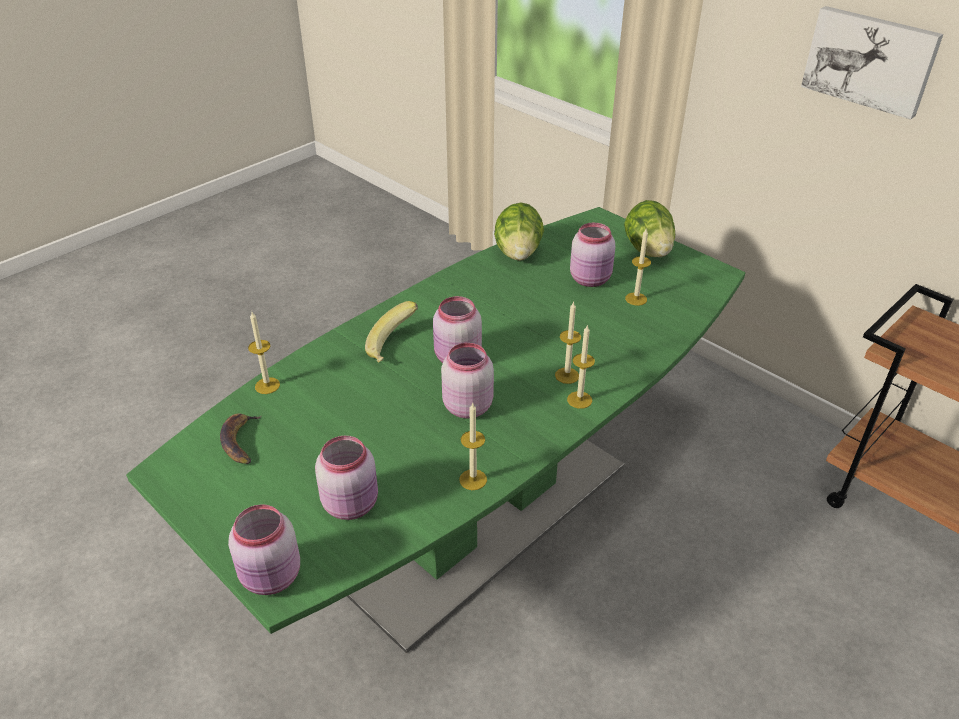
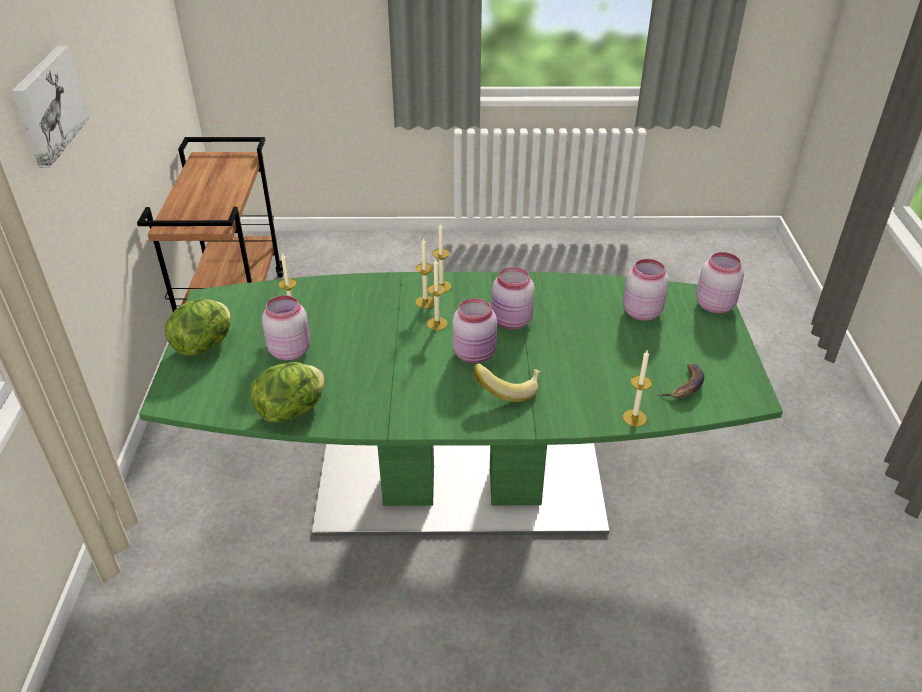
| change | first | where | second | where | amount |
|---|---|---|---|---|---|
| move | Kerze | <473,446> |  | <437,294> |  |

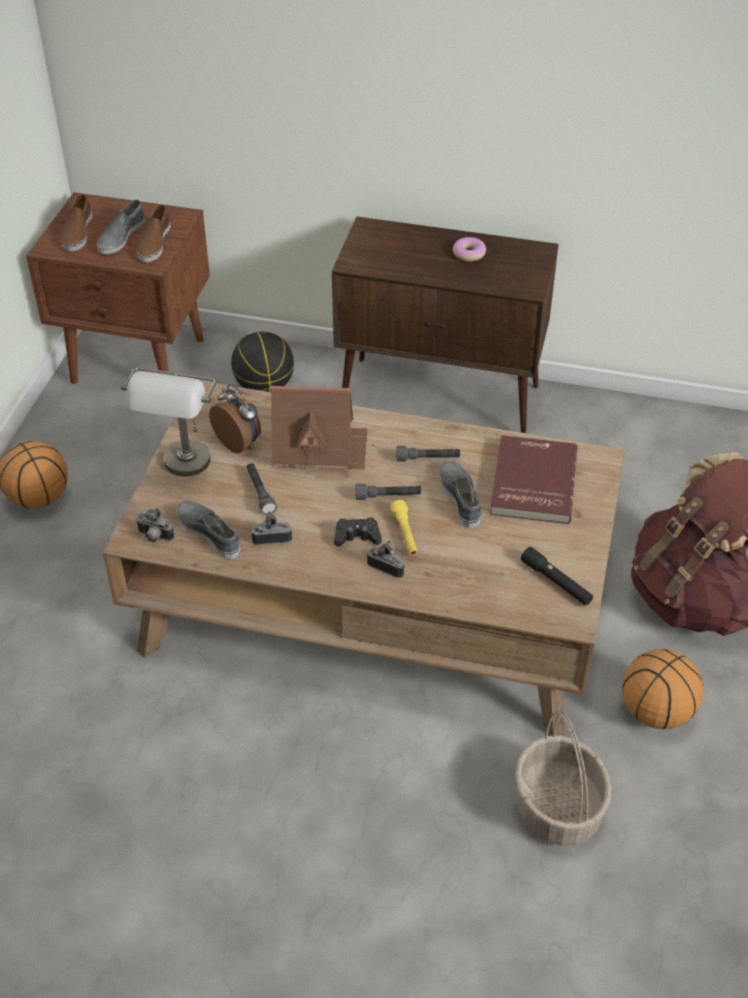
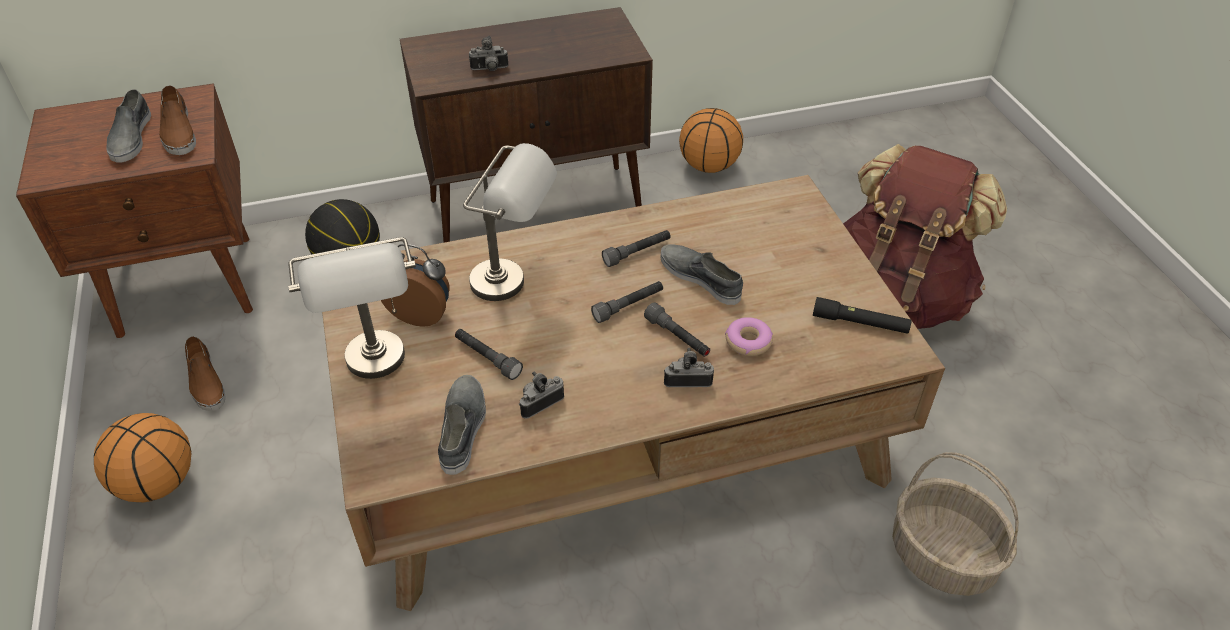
| change | first | where | second | where | amount |
|---|---|---|---|---|---|
| delete | Gamepad (schwarz) | <358,532> |  |  |  |
| delete | Buch (rot) | <534,479> |  |  |  |
| move | Schuh (braun) | <76,222> |  | <205,373> |  |
| move | Kamera | <155,525> |  | <488,53> |  |
| move | Donut | <469,249> |  | <749,336> |  |
| move | Basketball | <662,689> |  | <711,140> |  |
| replace | Spielzeughaus | <318,428> | Tischlampe (grau) | <510,222> |  |
| recolor | Taschenlampe (gelb) | <404,528> | Taschenlampe (grau) | <677,329> |  |
| rotate | Schuh (grau) | <208,530> |  | <462,425> | 75 degrees clockwise |

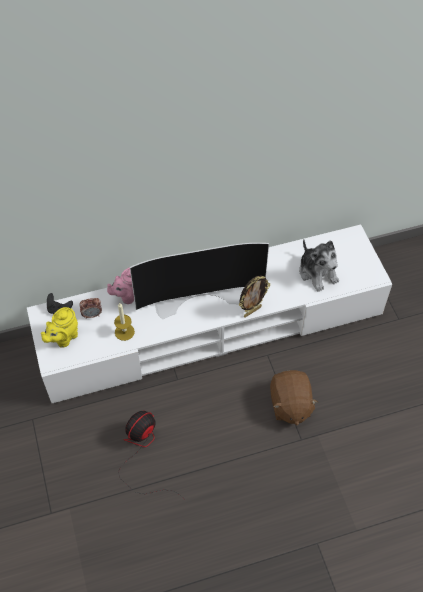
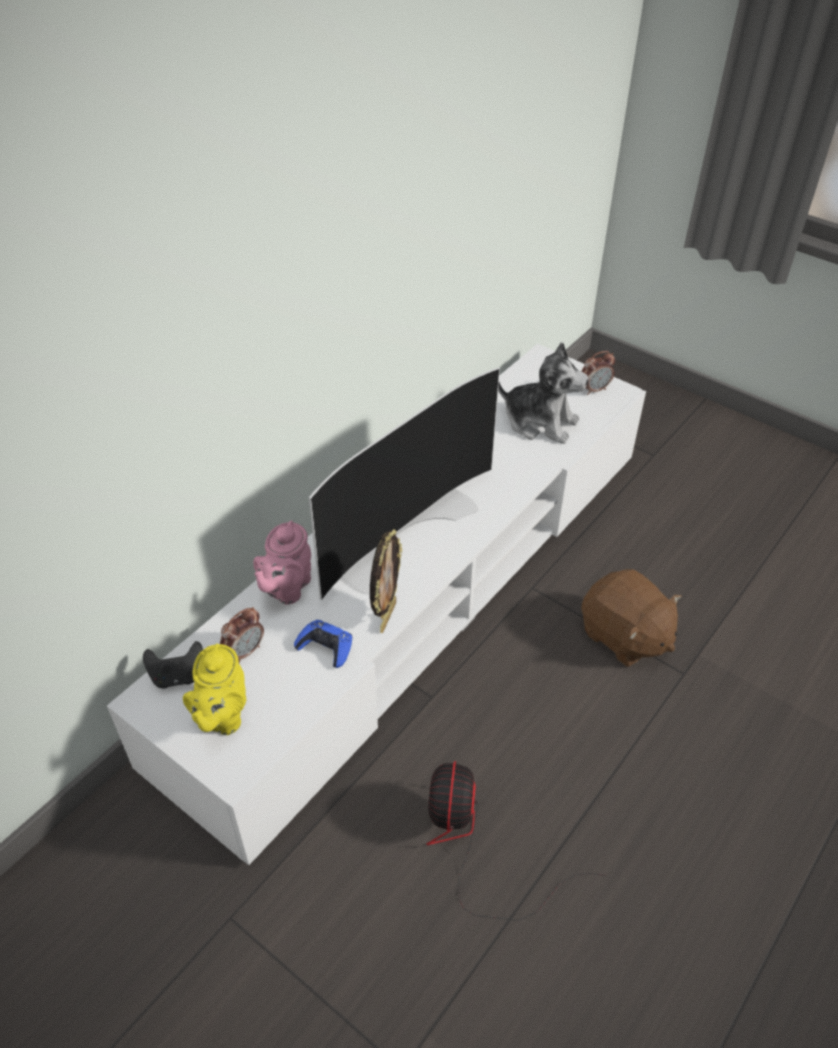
| change | first | where | second | where | amount |
|---|---|---|---|---|---|
| insert |  |  | Wecker | <598,373> |  |
| move | Bilderrahmen | <254,297> |  | <386,581> |  |
| replace | Kerze | <124,321> | Gamepad (blau) | <323,644> |  |

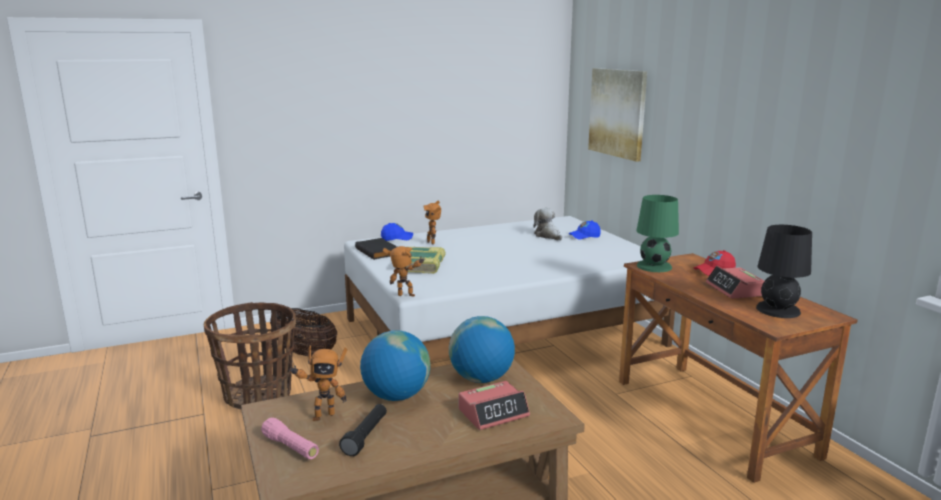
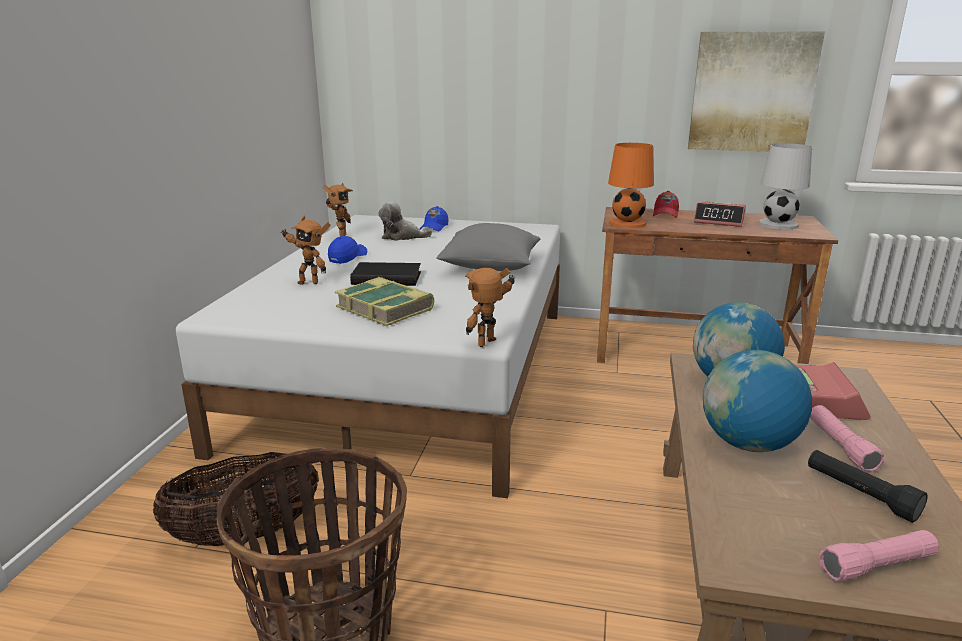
| change | first | where | second | where | amount |
|---|---|---|---|---|---|
| insert |  |  | Kissen (grau) | <488,247> |  |
| insert |  |  | Taschenlampe (rosa) | <847,438> |  |
| move | Spielzeugroboter | <318,383> |  | <338,209> |  |
| move | Buch (schwarz) | <376,249> |  | <385,274> |  |
| move | Kappe (blau) | <397,232> |  | <348,250> |  |
| move | Bild | <617,115> |  | <756,91> |  |
| recolor | Tischlampe (grün) | <657,233> | Tischlampe (orange) | <631,185> |  |
| recolor | Tischlampe (schwarz) | <784,271> | Tischlampe (weiß) | <785,186> |  |

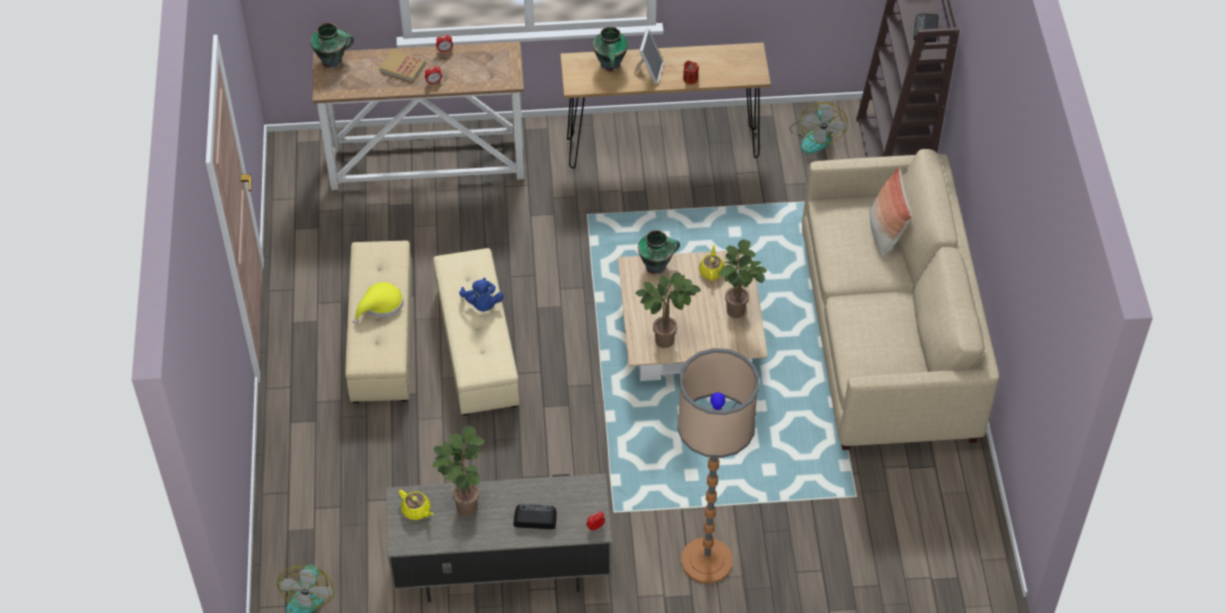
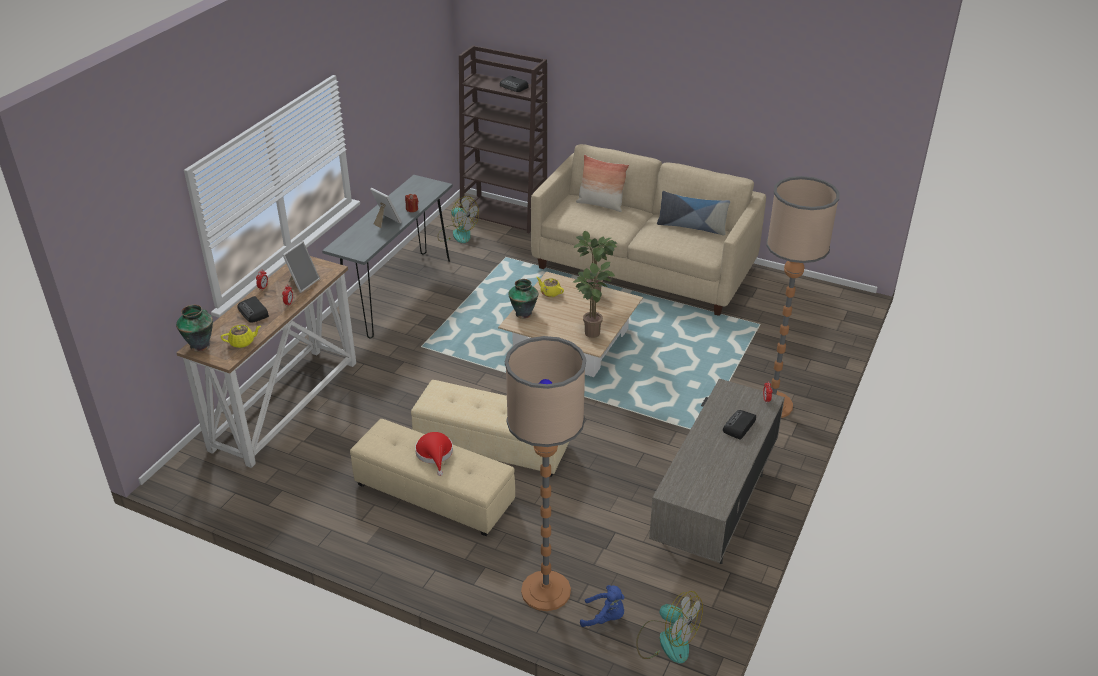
| change | first | where | second | where | amount |
|---|---|---|---|---|---|
| delete | Topfpflanze | <458,470> |  |  |  |
| delete | Vase | <610,49> |  |  |  |
| insert |  |  | Bilderrahmen | <301,267> |  |
| insert |  |  | Stehlampe | <545,473> |  |
| insert |  |  | Kissen | <693,213> |  |
| move | Teekanne (gelb) | <416,505> |  | <241,336> |  |
| move | Plüschtier (blau) | <481,295> |  | <602,606> |  |
| replace | Buch | <402,66> | Radio | <253,309> |  |
| recolor | Hut (gelb) | <378,303> | Hut (rot) | <434,454> |  |
| recolor | Konsolentisch (braun) | <665,106> | Konsolentisch (grau) | <387,256> |  |

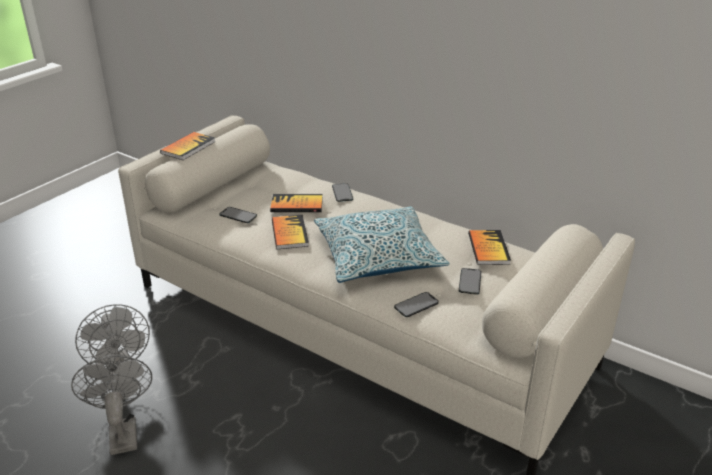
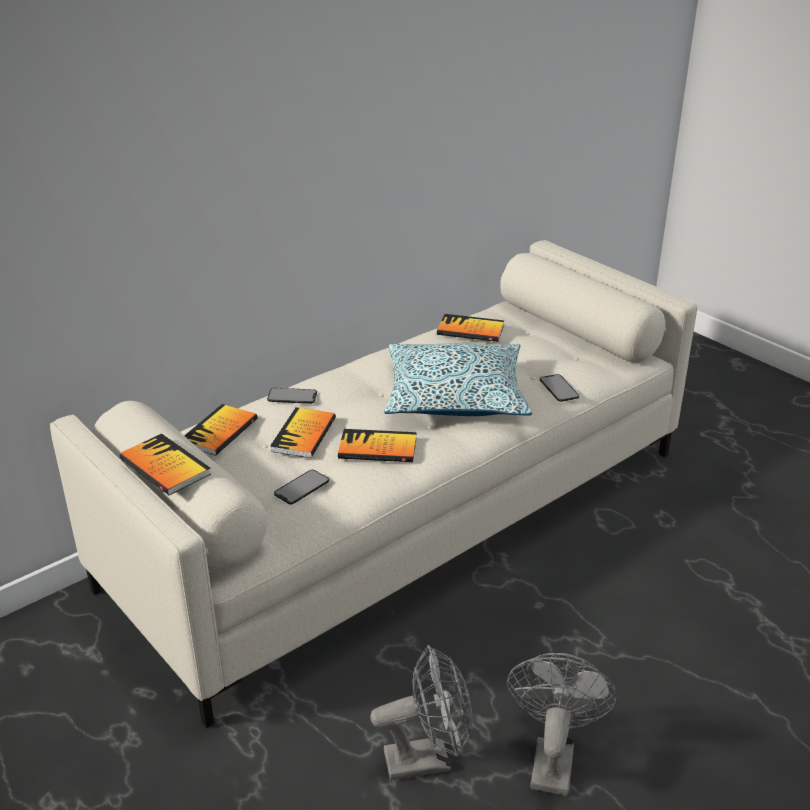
| change | first | where | second | where | amount |
|---|---|---|---|---|---|
| delete | Handy | <470,281> |  |  |  |
| insert |  |  | Buch | <220,430> |  |
| rotate | Ventilator (grau) | <111,405> |  | <562,724> | 105 degrees clockwise |

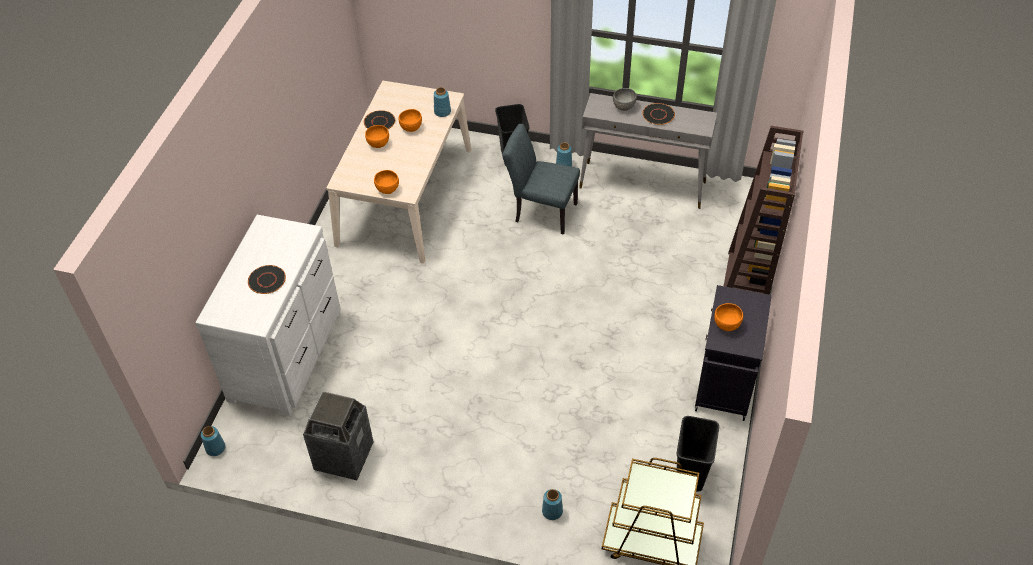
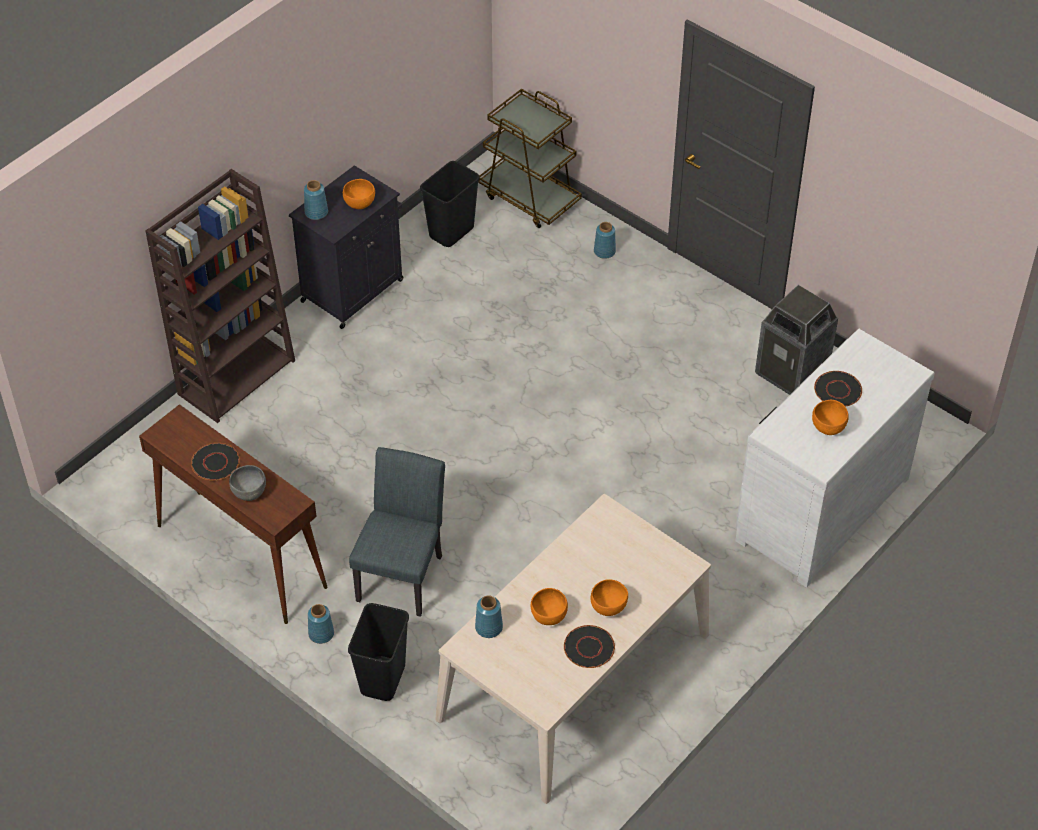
| change | first | where | second | where | amount |
|---|---|---|---|---|---|
| move | Vase (blau) | <213,441> |  | <316,200> |  |
| move | Schüssel (orange) | <386,182> |  | <830,417> |  |
| recolor | Konsolentisch (grau) | <648,151> | Konsolentisch (braun) | <233,514> |  |
| rotate | Stuhl (grau) | <541,179> |  | <397,532> | 120 degrees counterclockwise |

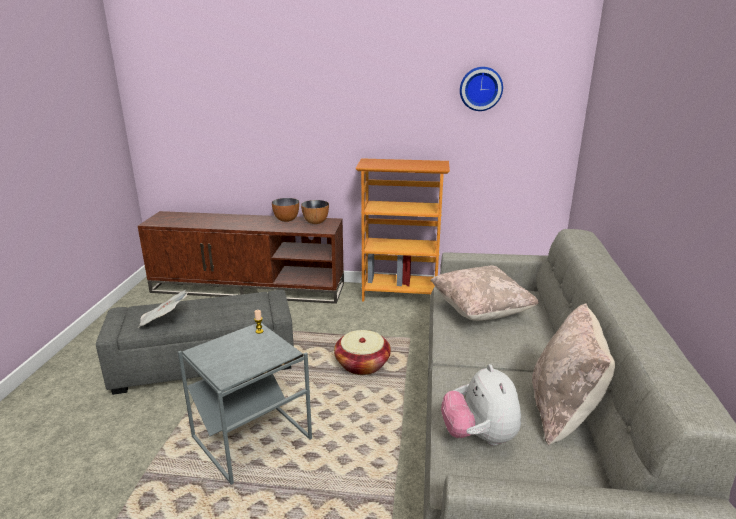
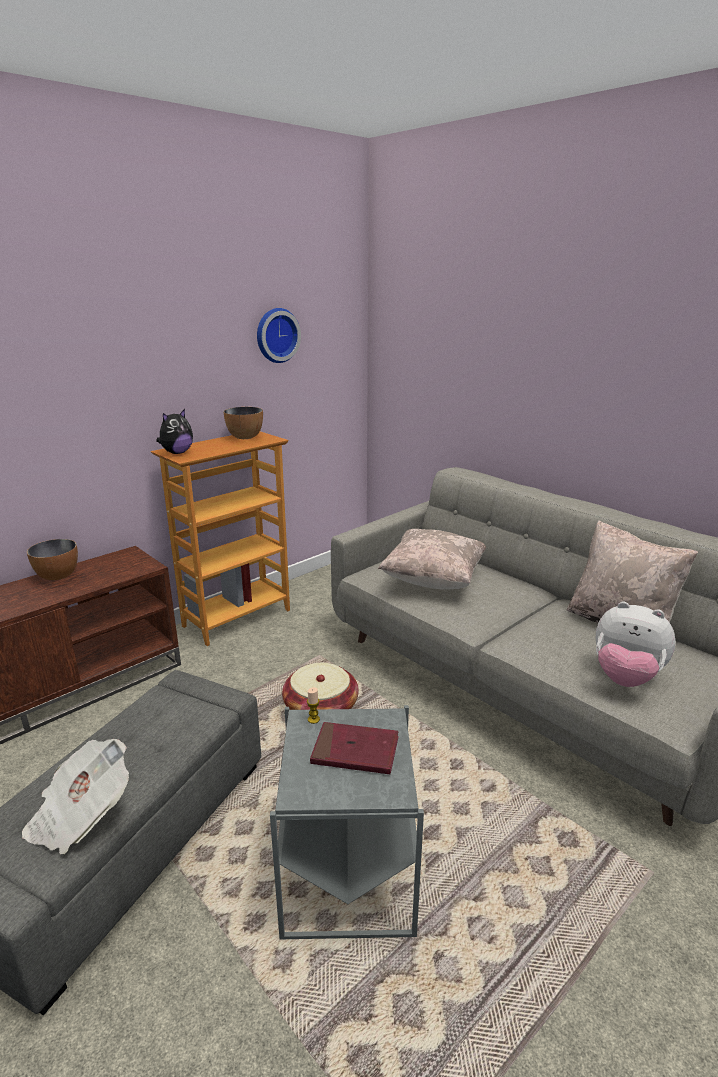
| change | first | where | second | where | amount |
|---|---|---|---|---|---|
| insert |  |  | Plüschtier | <174,431> |  |
| insert |  |  | Buch (rot) | <354,748> |  |
| move | Schüssel | <315,212> |  | <243,423> |  |

